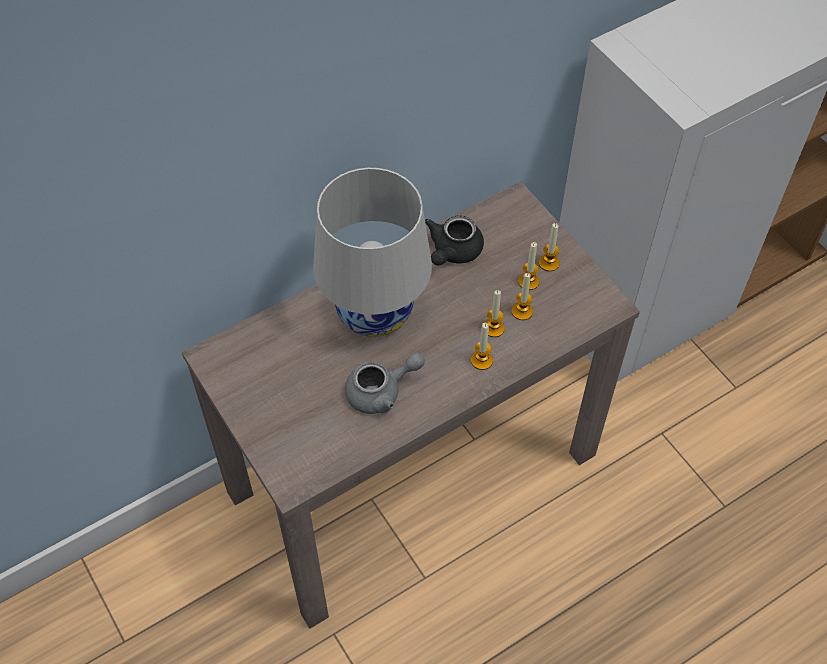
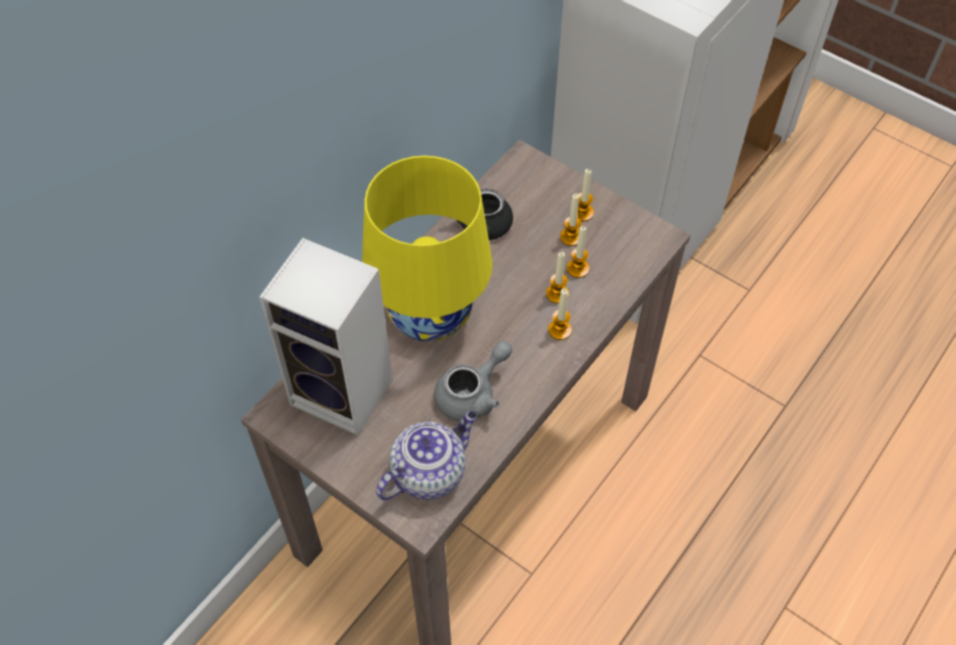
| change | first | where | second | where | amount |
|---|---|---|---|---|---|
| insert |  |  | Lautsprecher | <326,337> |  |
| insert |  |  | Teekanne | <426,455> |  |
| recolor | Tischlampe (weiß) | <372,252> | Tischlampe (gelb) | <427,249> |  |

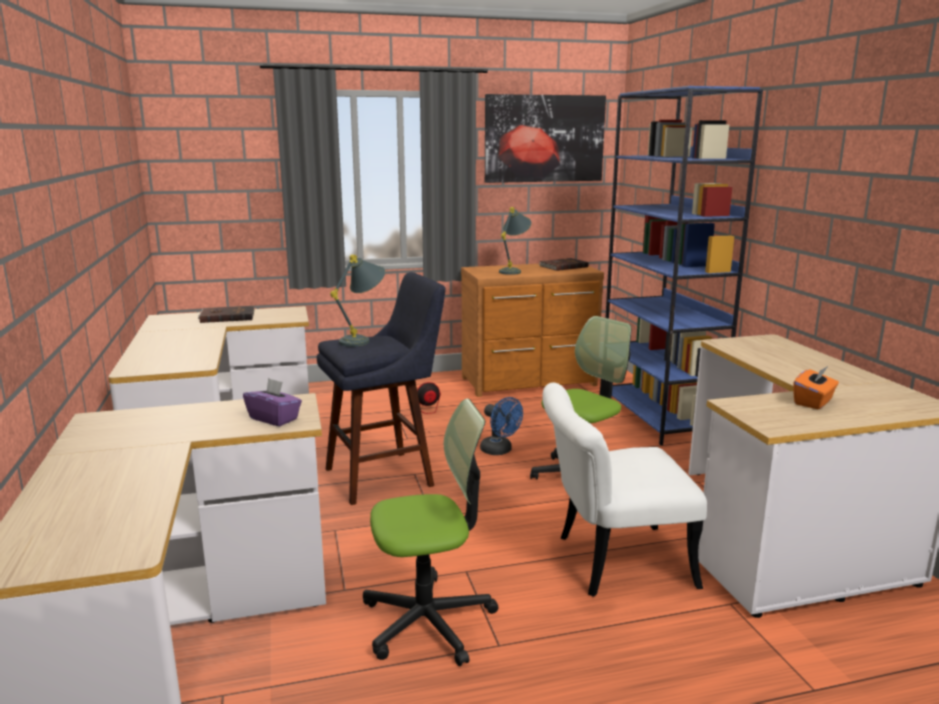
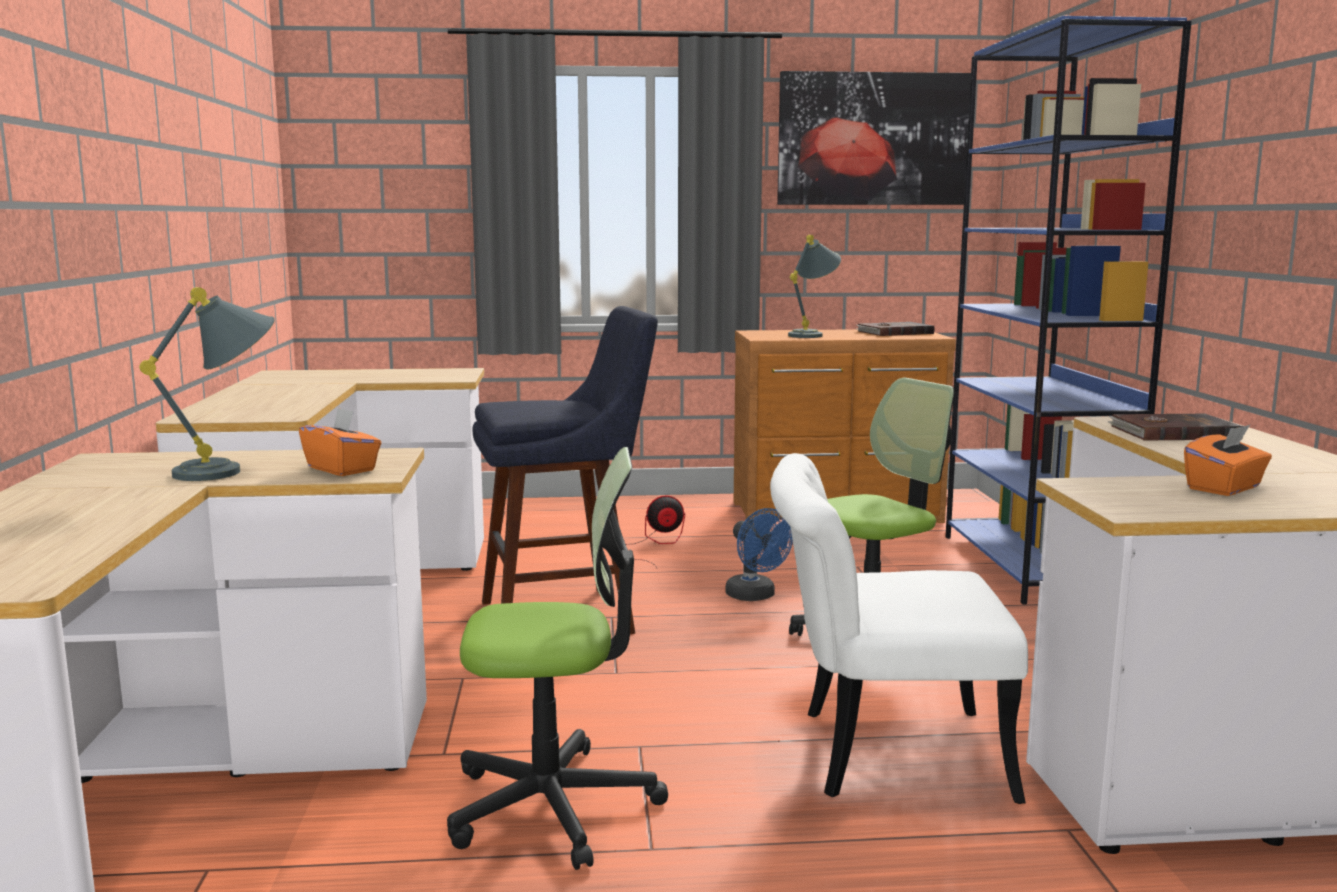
| change | first | where | second | where | amount |
|---|---|---|---|---|---|
| move | Buch (braun) | <226,314> |  | <1175,427> |  |
| move | Tischlampe (grau) | <357,300> |  | <207,384> |  |
| recolor | Taschentuchbox (lila) | <272,402> | Taschentuchbox (orange) | <340,441> |  |

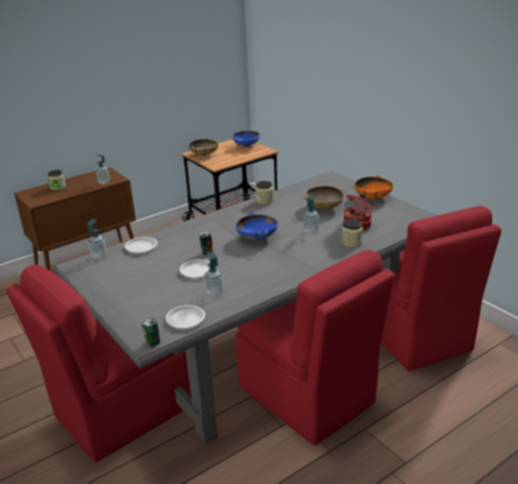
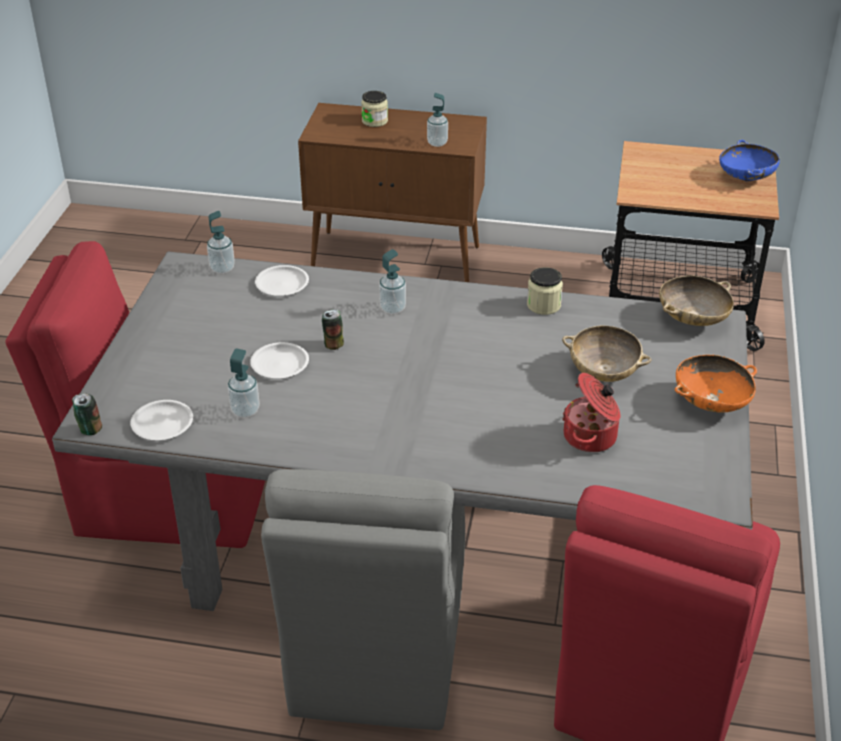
| change | first | where | second | where | amount |
|---|---|---|---|---|---|
| delete | Schüssel (blau) | <257,227> |  |  |  |
| delete | Vorratsglas | <352,233> |  |  |  |
| move | Schüssel (beige) | <203,147> |  | <696,300> |  |
| move | Seifenspender | <311,213> |  | <392,281> |  |
| recolor | Stuhl (rot) | <315,348> | Stuhl (grau) | <363,599> |  |

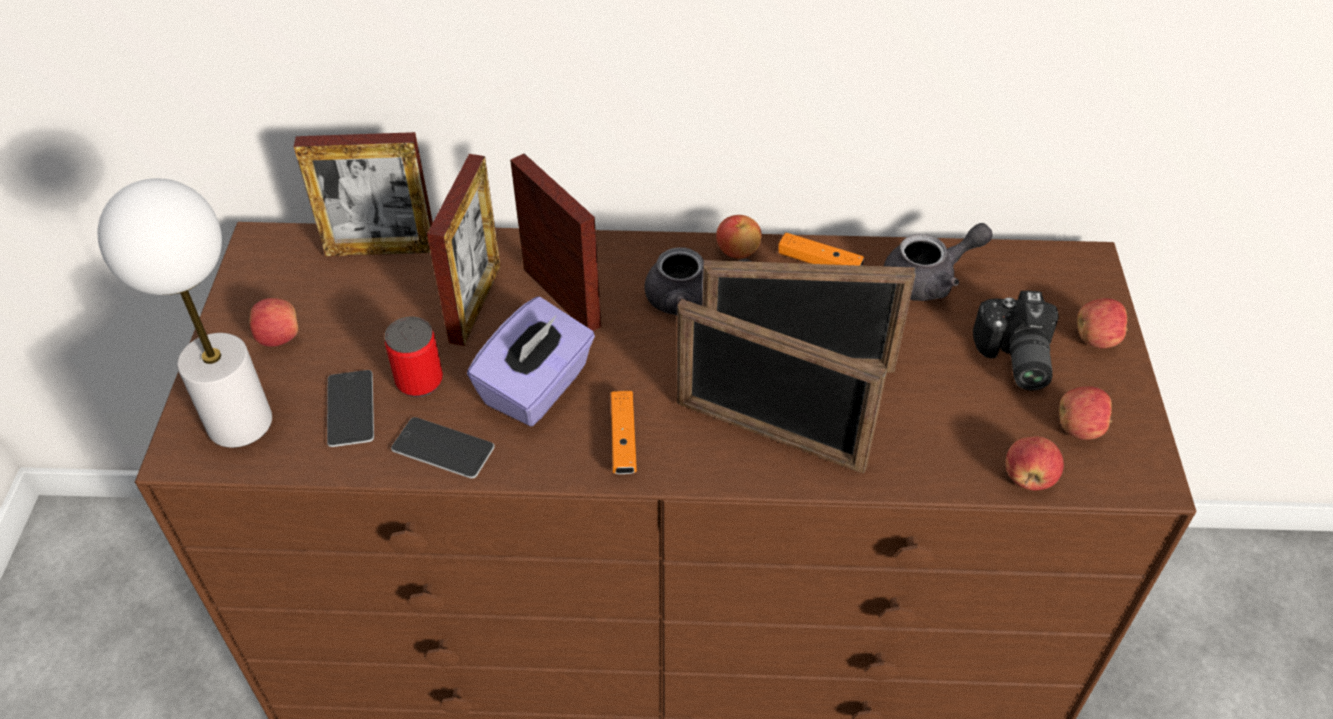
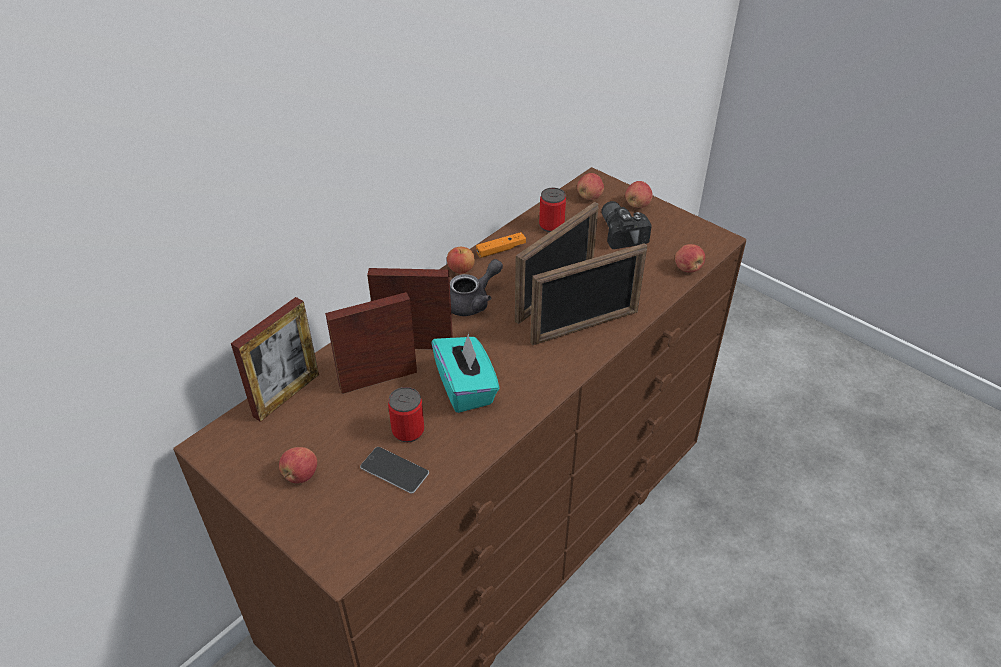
| change | first | where | second | where | amount |
|---|---|---|---|---|---|
| delete | Tischlampe (weiß) | <184,313> |  |  |  |
| delete | Handy | <443,448> |  |  |  |
| delete | Gamepad (orange) | <624,432> |  |  |  |
| move | Apfel | <1085,413> |  | <590,186> |  |
| replace | Teekanne (grau) | <938,262> | Dose | <552,210> |  |
| recolor | Taschentuchbox (lila) | <531,361> | Taschentuchbox (türkis) | <465,373> |  |
| rotate | Bilderrahmen | <464,250> |  | <371,343> | 75 degrees counterclockwise |
| rotate | Kamera | <1016,340> |  | <627,225> | 150 degrees counterclockwise |

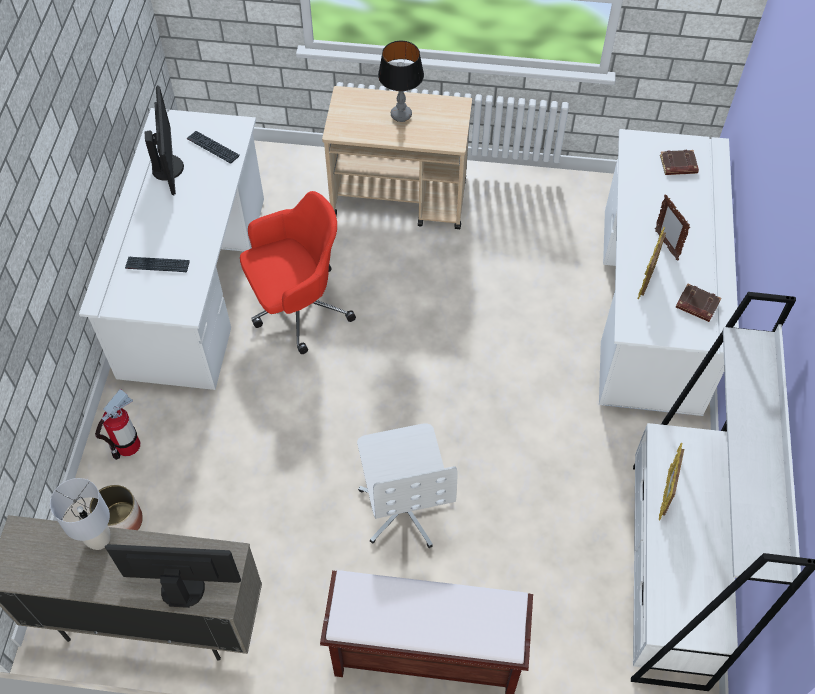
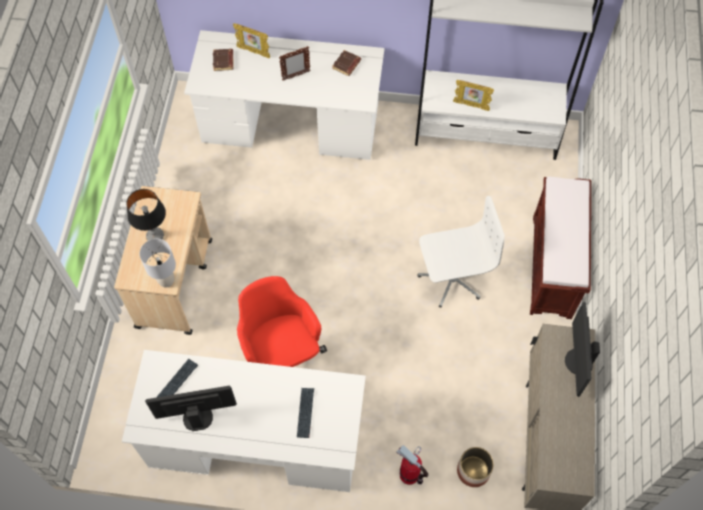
| change | first | where | second | where | amount |
|---|---|---|---|---|---|
| move | Tischlampe (grau) | <80,514> |  | <157,263> |  |
| move | Bilderrahmen | <652,263> |  | <251,41> |  |

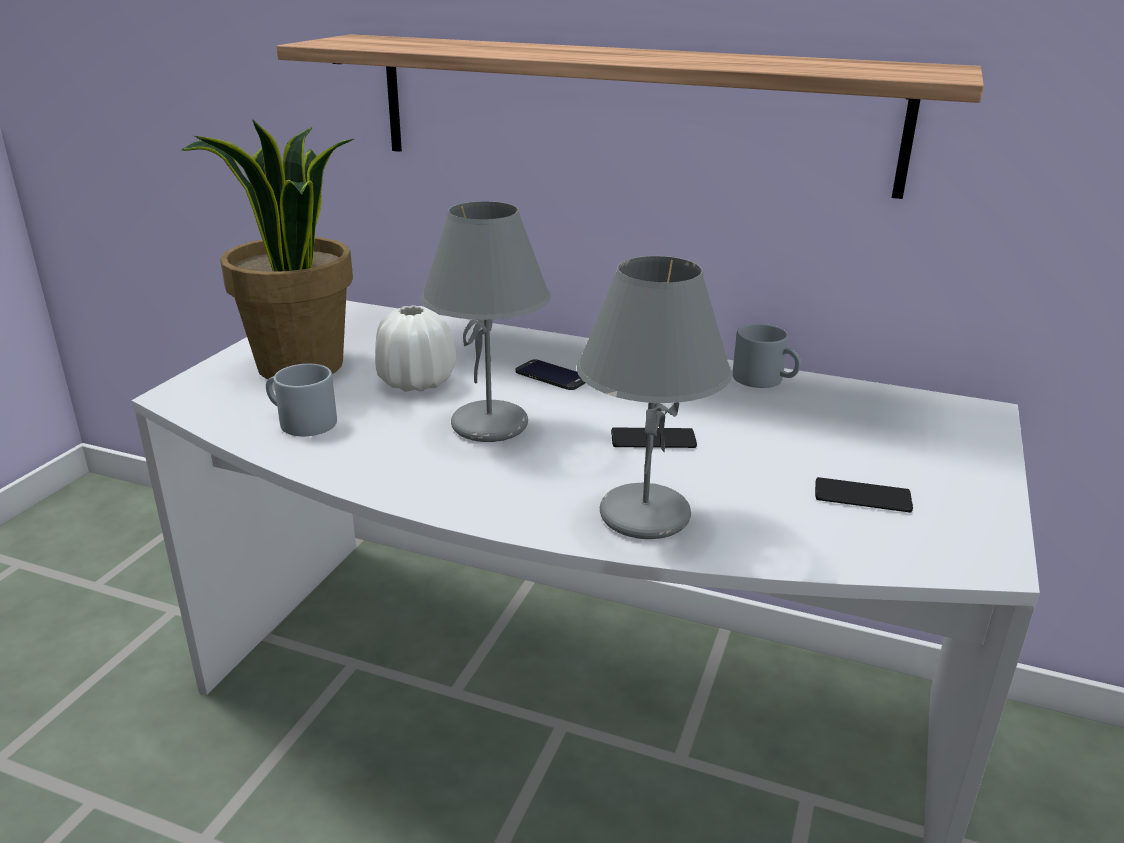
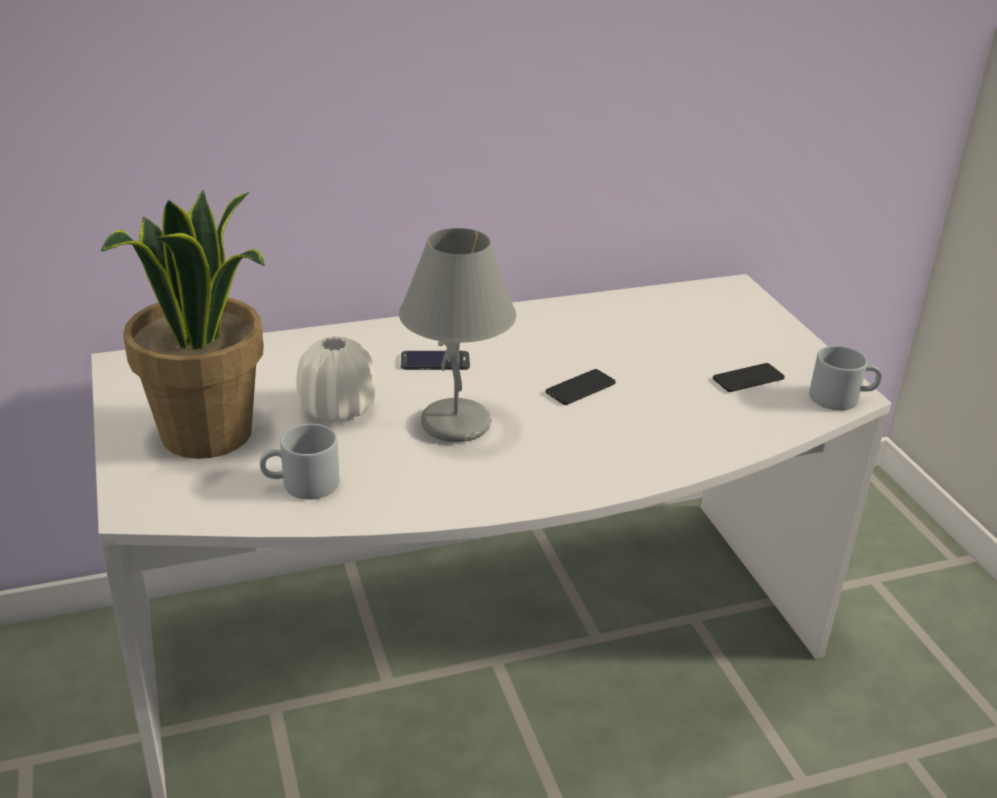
| change | first | where | second | where | amount |
|---|---|---|---|---|---|
| delete | Wandregal | <630,116> |  |  |  |
| delete | Tischlampe (grau) | <654,397> |  |  |  |
| move | Henkelbecher (grau) | <766,356> |  | <845,378> |  |

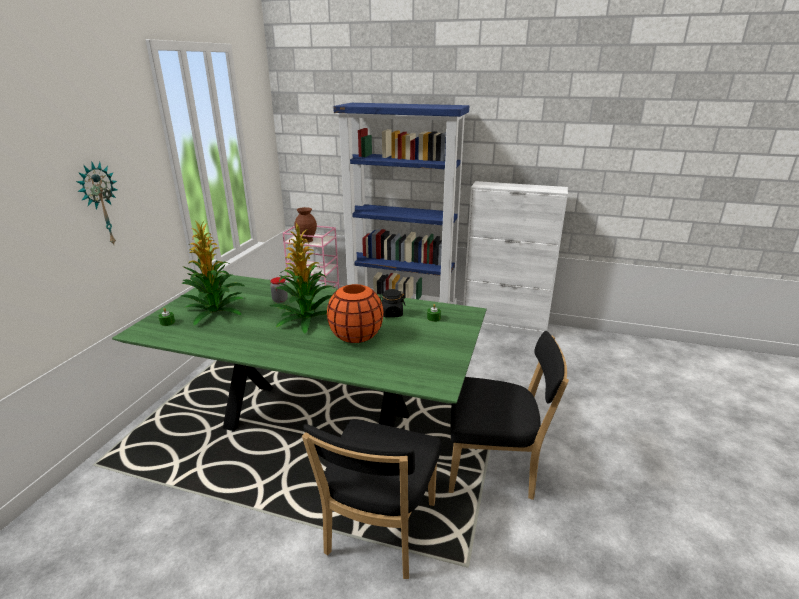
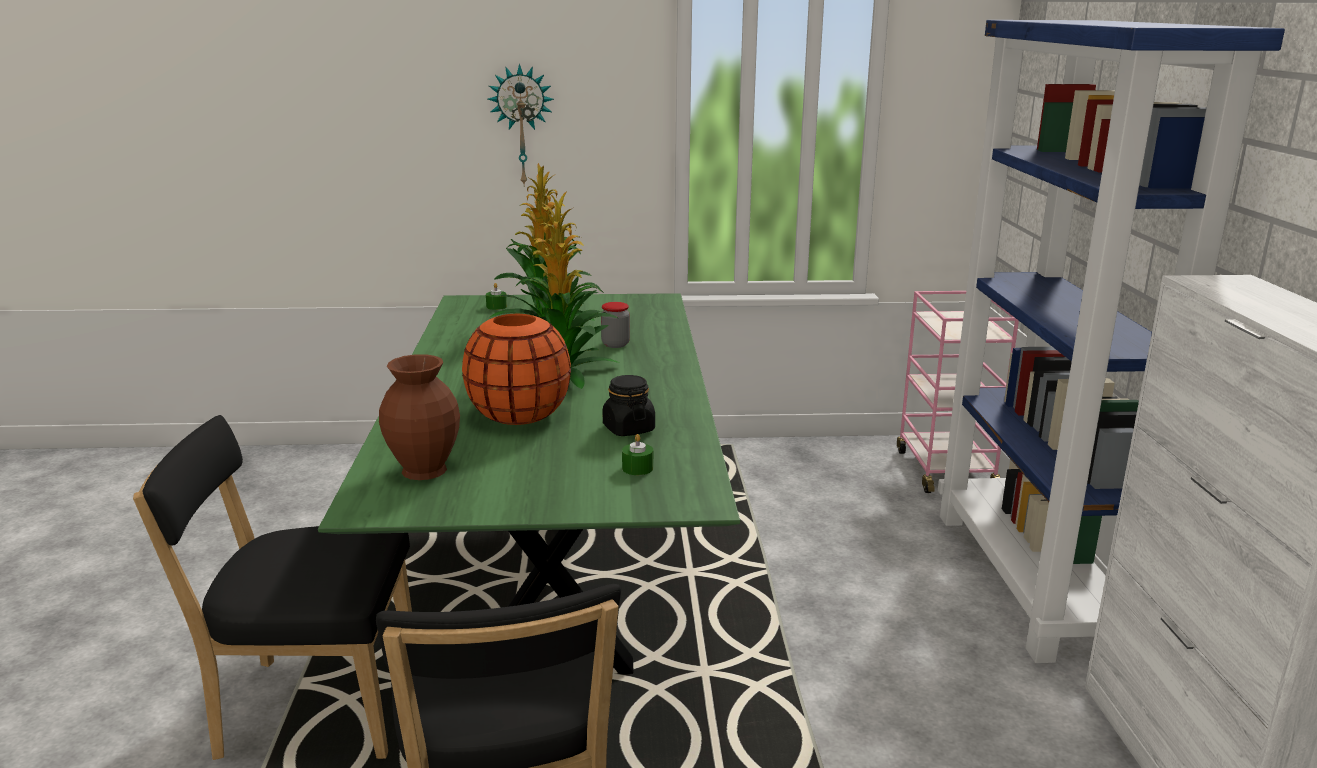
| change | first | where | second | where | amount |
|---|---|---|---|---|---|
| move | Vase (braun) | <306,224> |  | <419,417> |  |

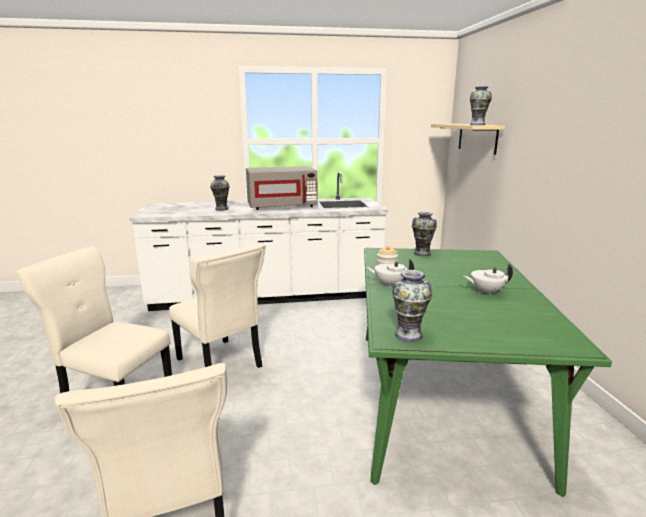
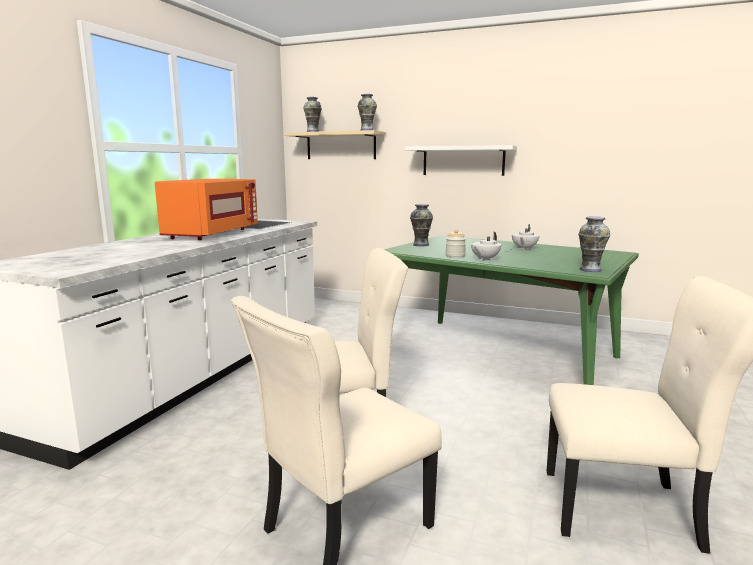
| change | first | where | second | where | amount |
|---|---|---|---|---|---|
| insert |  |  | Wandregal (weiß) | <461,160> |  |
| move | Vase | <220,193> |  | <312,114> |  |
| recolor | Mikrowelle (grau) | <282,188> | Mikrowelle (orange) | <206,209> |  |

